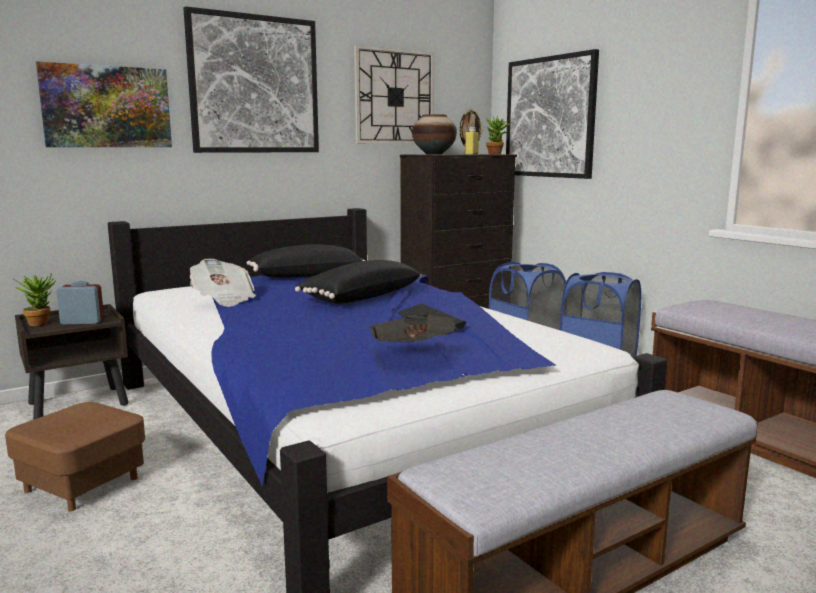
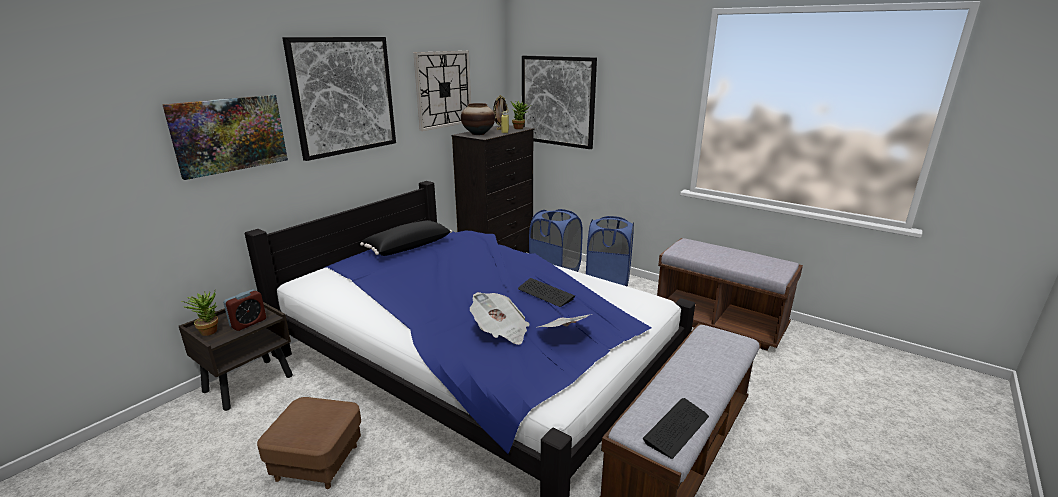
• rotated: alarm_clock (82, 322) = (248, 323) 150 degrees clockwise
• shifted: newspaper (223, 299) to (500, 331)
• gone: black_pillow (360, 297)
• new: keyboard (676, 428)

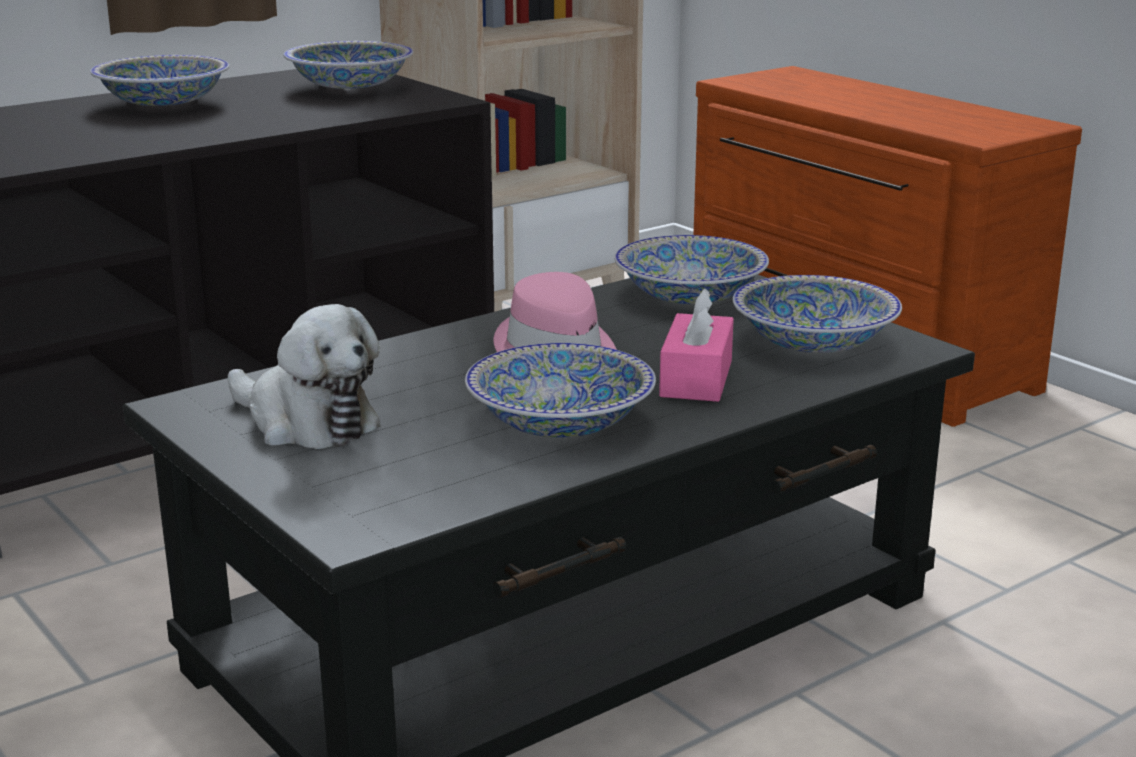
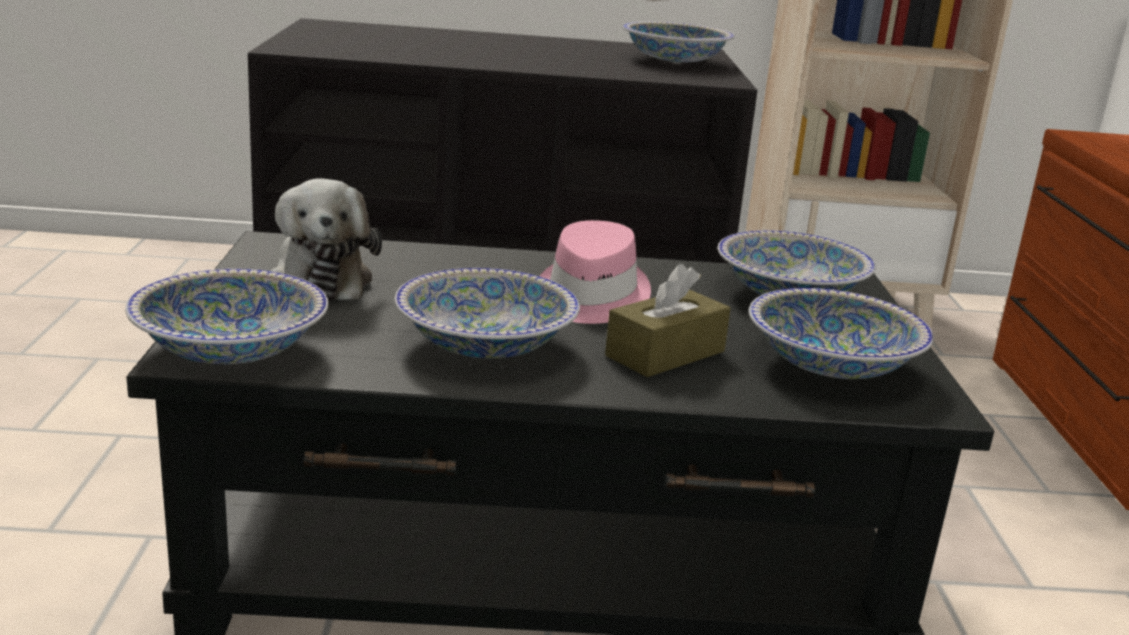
• shifted: bowl (163, 103) to (230, 350)
• repainted: pink_tissue_box (696, 378) to brown_tissue_box (665, 354)

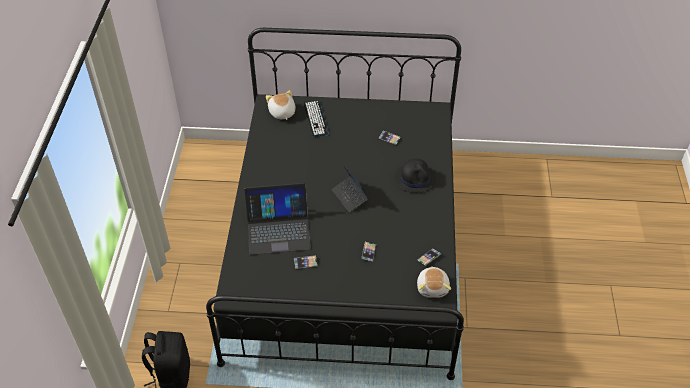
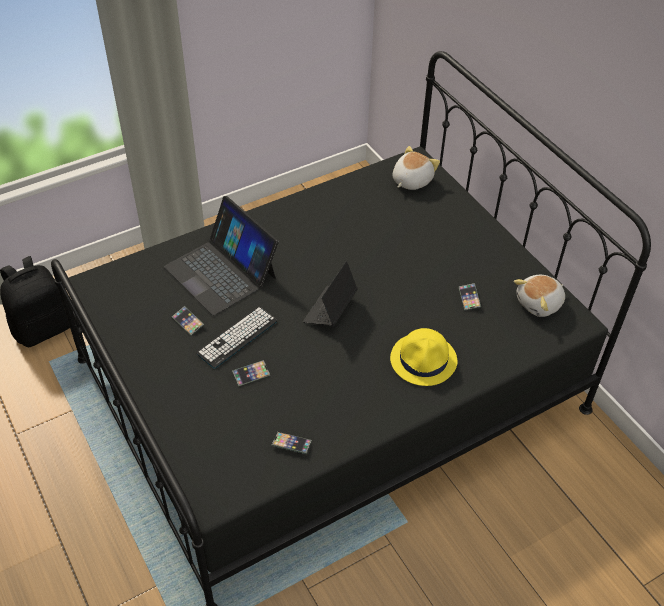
• shifted: keyboard (316, 119) to (237, 337)
• repainted: black_hat (415, 178) to yellow_hat (424, 360)
• shifted: plush_toy (433, 287) to (540, 303)

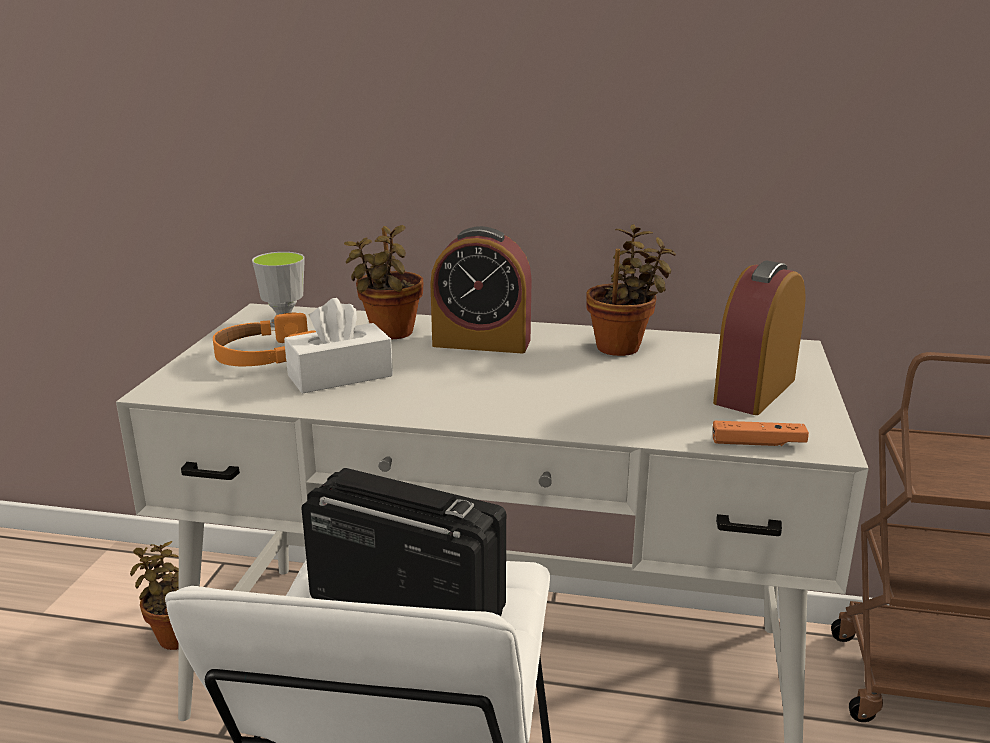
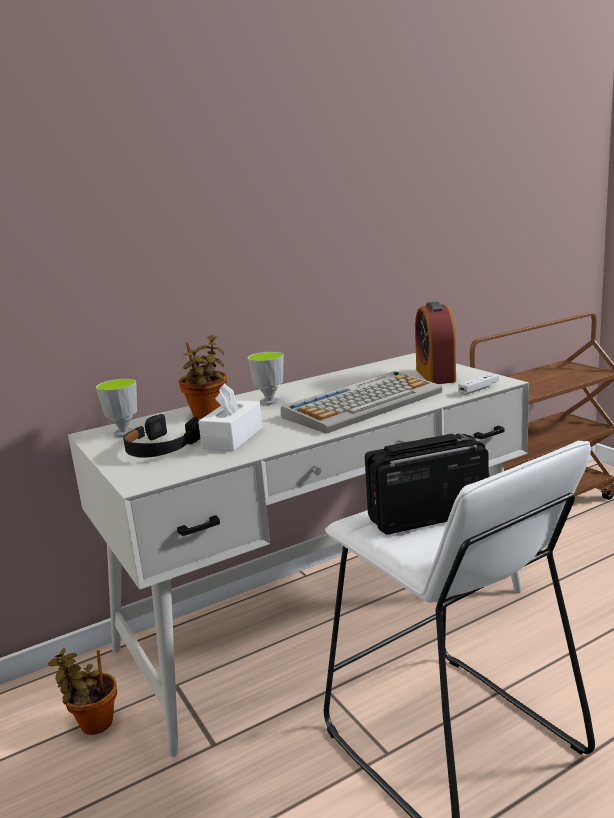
• repainted: orange_headphones (266, 356) to black_headphones (161, 448)
• swapped: alarm_clock (481, 342) to cup (270, 401)
• gone: potted_plant (622, 347)
• repainted: orange_game_controller (758, 443) to white_game_controller (478, 389)
• new: keyboard (364, 404)

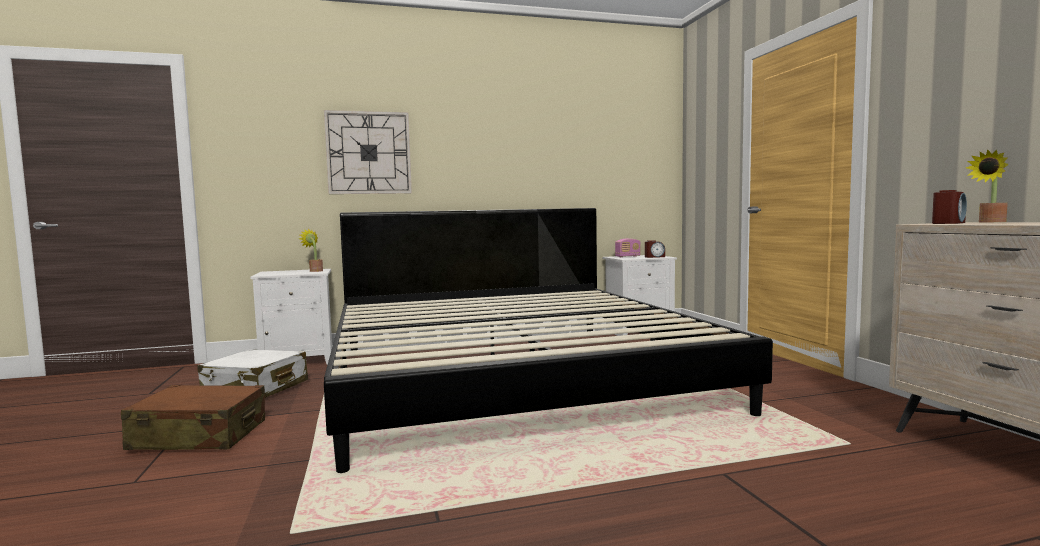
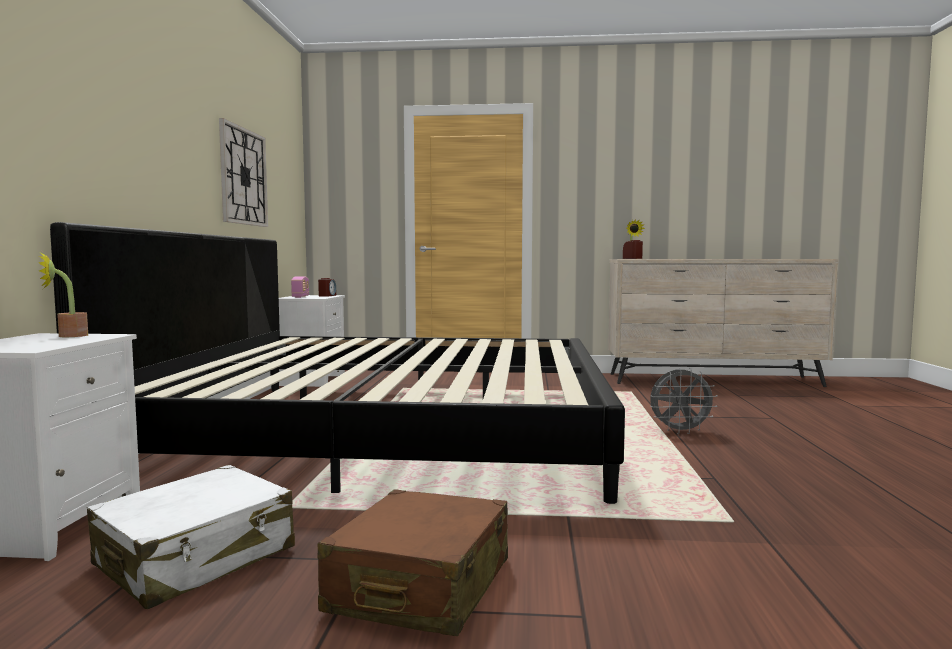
• shifted: wall_clock (368, 153) to (243, 176)
• new: grey_fan (680, 431)

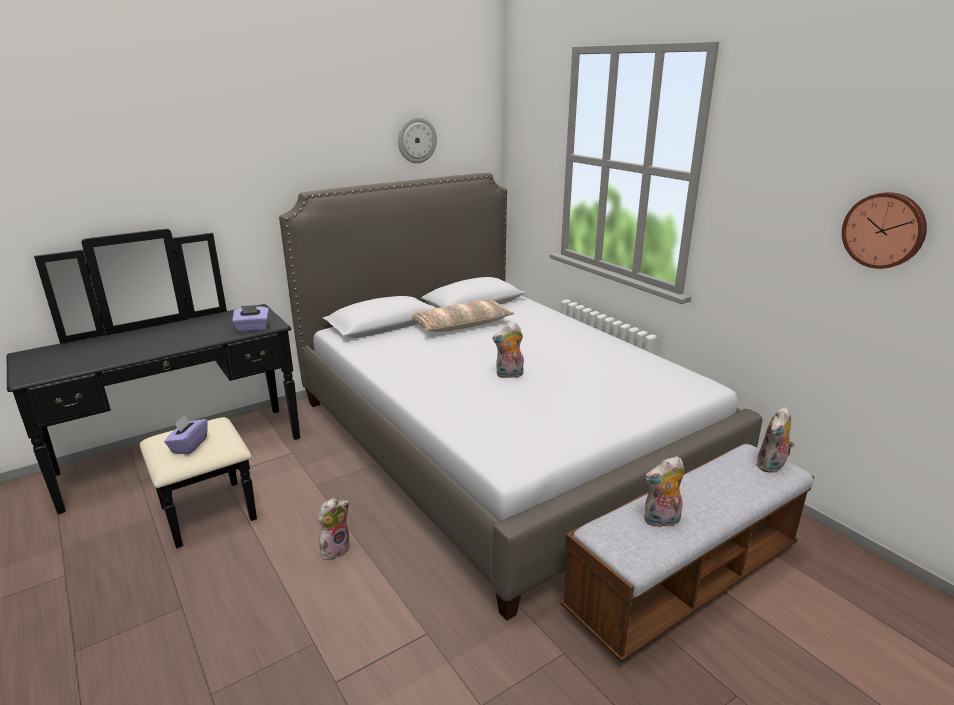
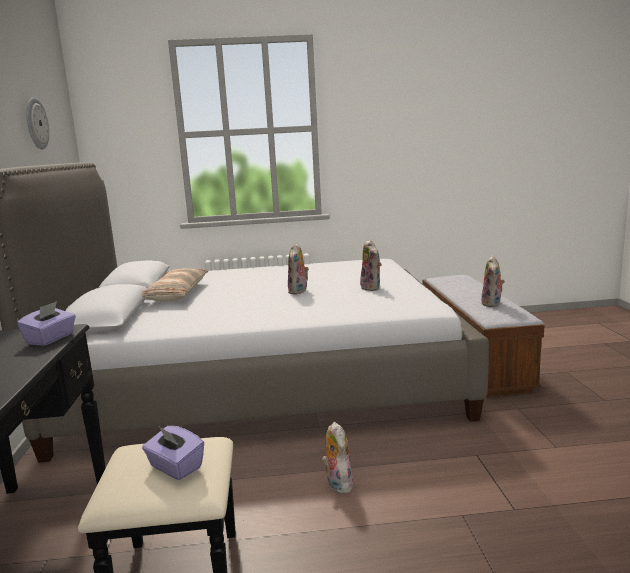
• shifted: plush_toy (772, 466) to (372, 288)
• gone: wall_clock (884, 230)

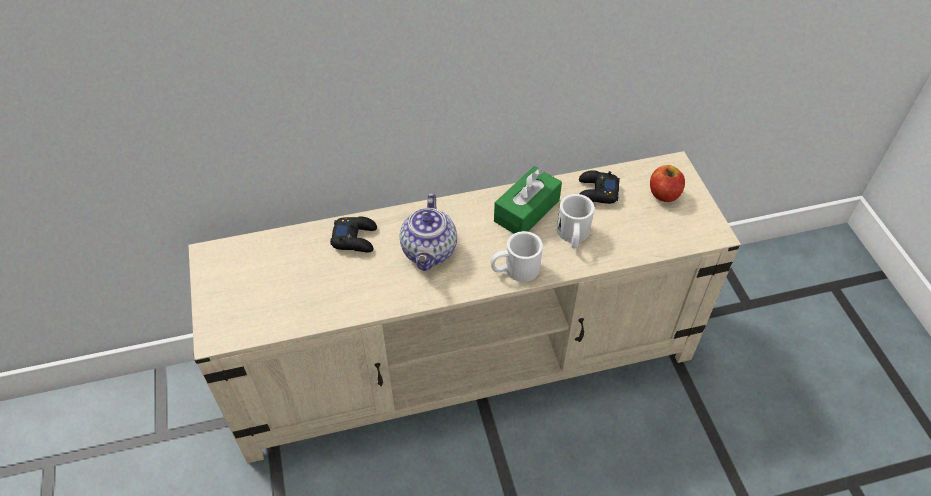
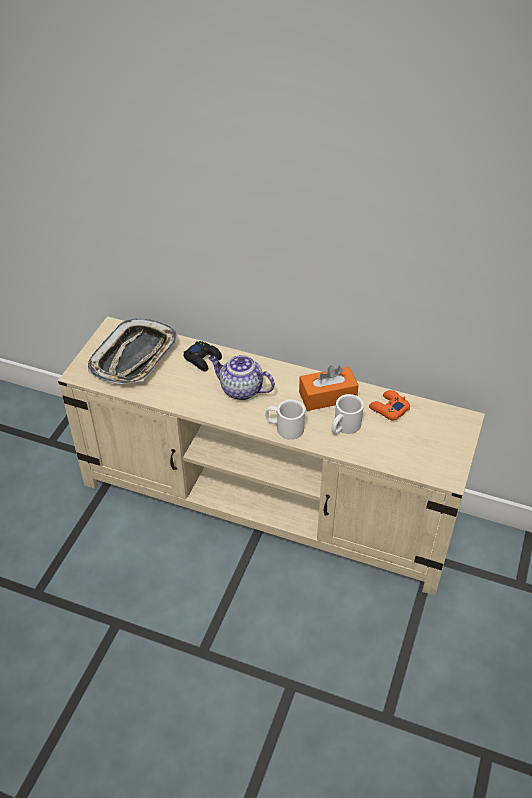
• rotated: teapot (429, 252) = (240, 390) 75 degrees clockwise
• repainted: green_tissue_box (526, 211) to orange_tissue_box (327, 396)
• repainted: black_game_controller (596, 192) to orange_game_controller (388, 408)
• gone: apple (664, 194)
• new: tray (134, 357)

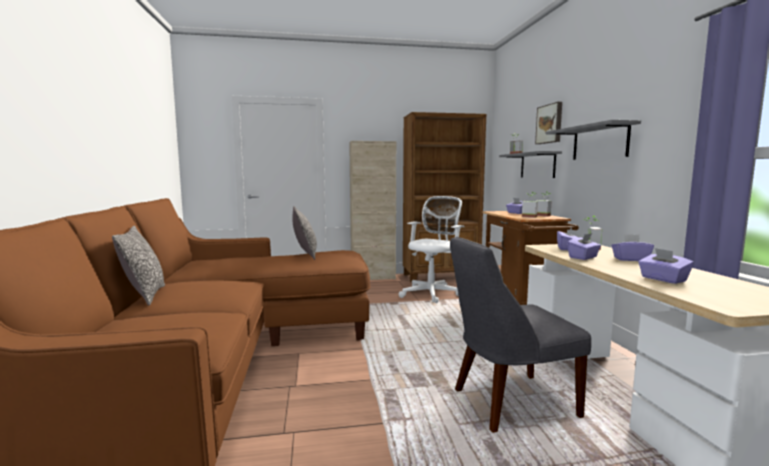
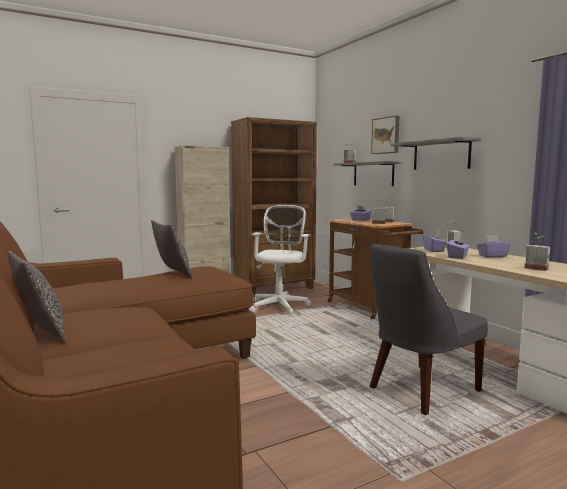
• swapped: purple_tissue_box (663, 279) to potted_plant (535, 269)

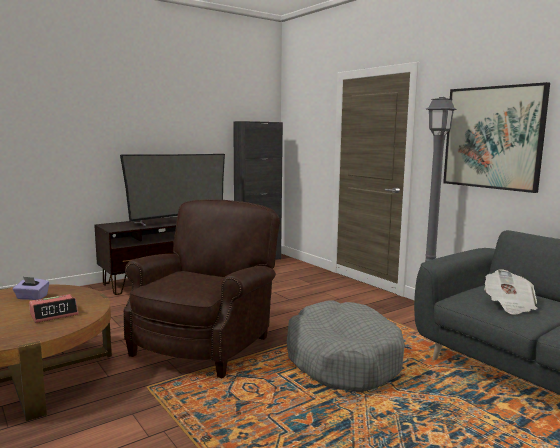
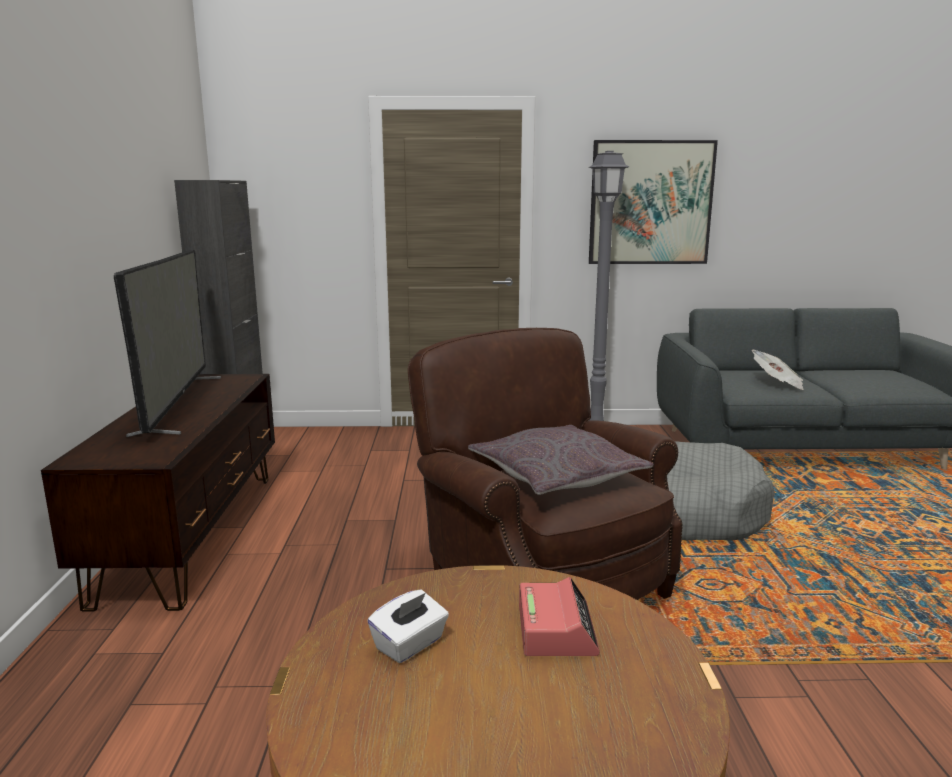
• repainted: purple_tissue_box (32, 297) to white_tissue_box (410, 644)
• new: grey_pillow (556, 475)

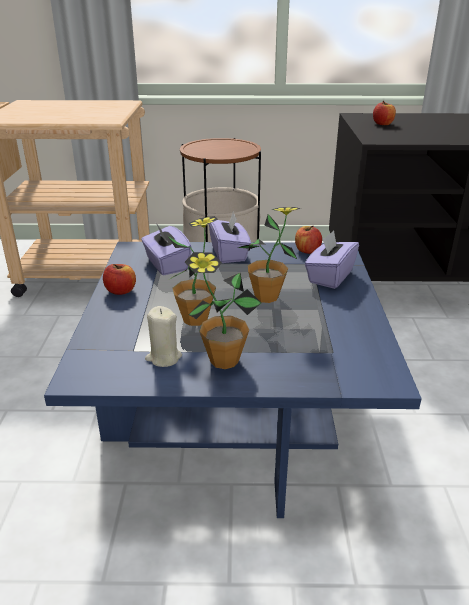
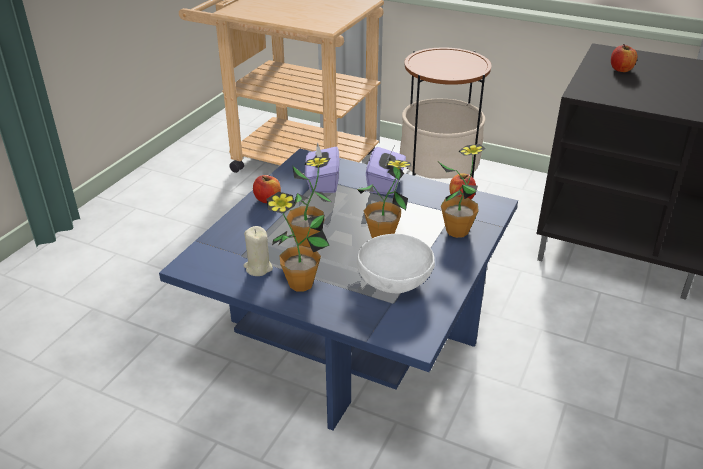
• swapped: purple_tissue_box (329, 276) to potted_plant (457, 231)
• new: white_bowl (395, 280)

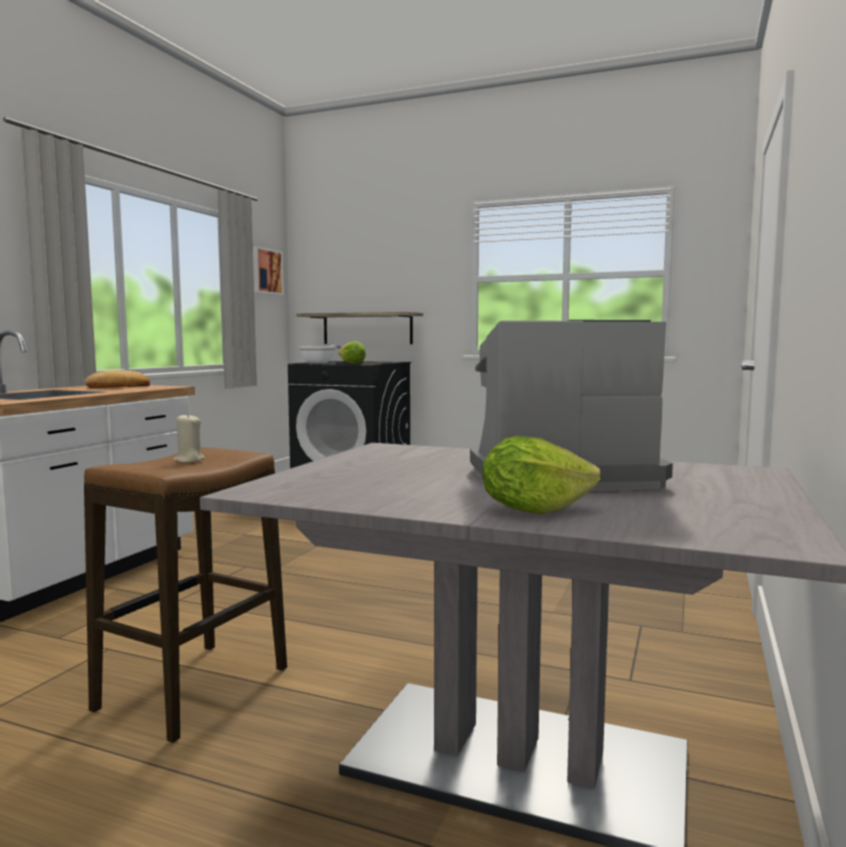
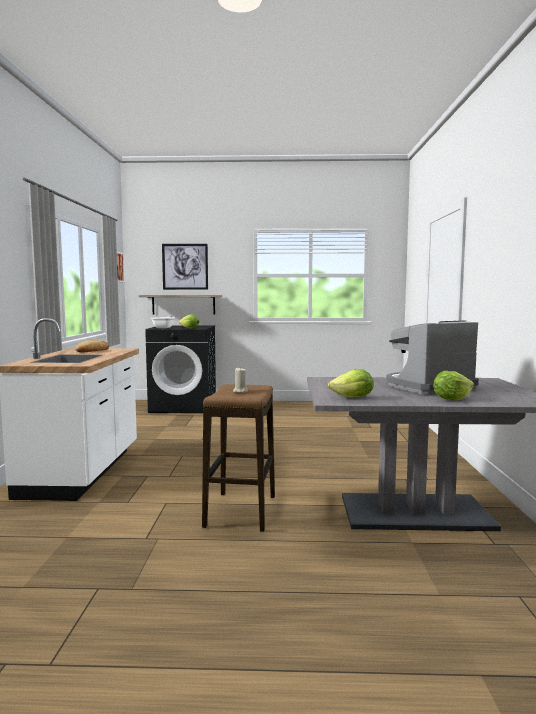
• new: picture (185, 266)
• new: lettuce (353, 398)

